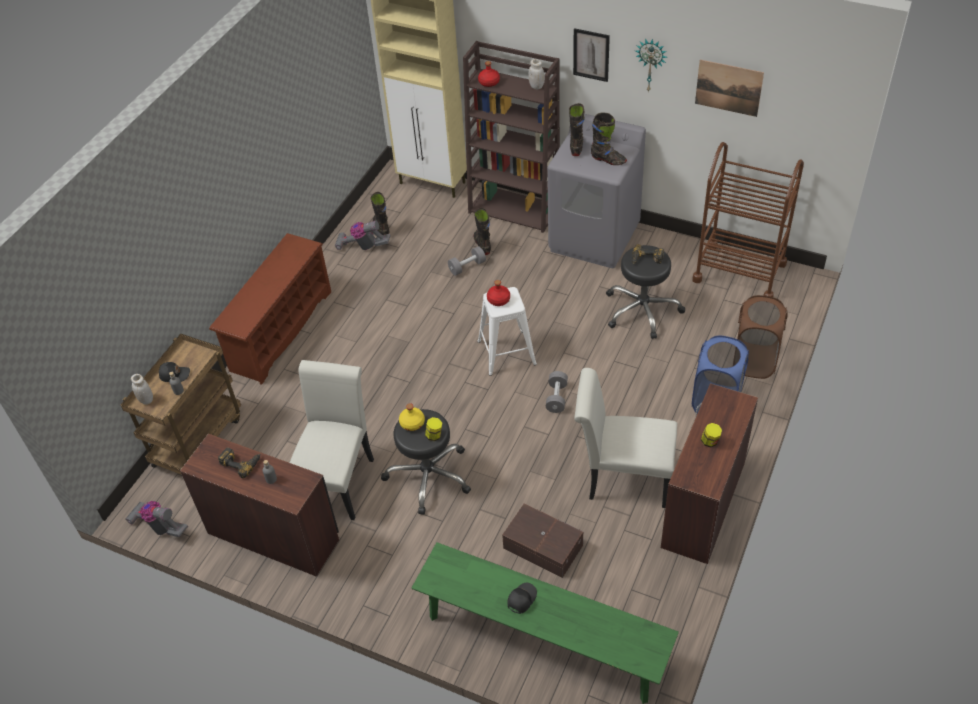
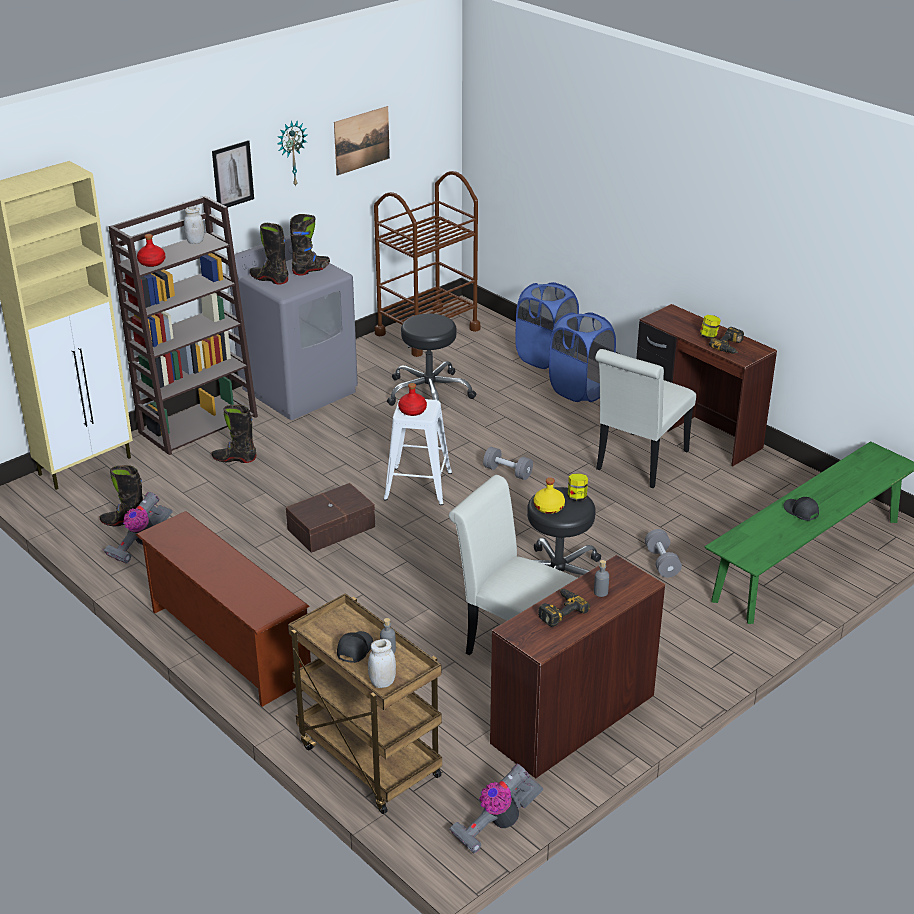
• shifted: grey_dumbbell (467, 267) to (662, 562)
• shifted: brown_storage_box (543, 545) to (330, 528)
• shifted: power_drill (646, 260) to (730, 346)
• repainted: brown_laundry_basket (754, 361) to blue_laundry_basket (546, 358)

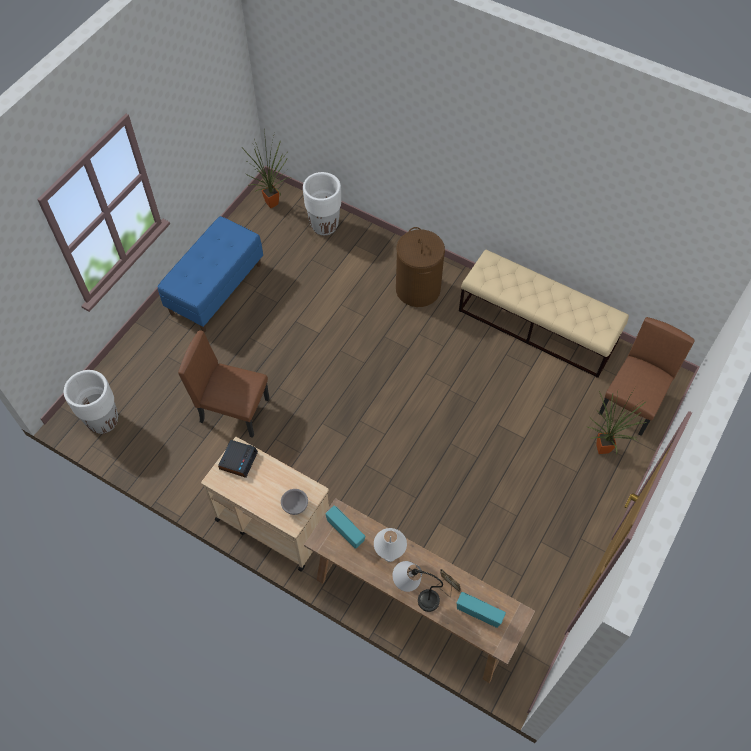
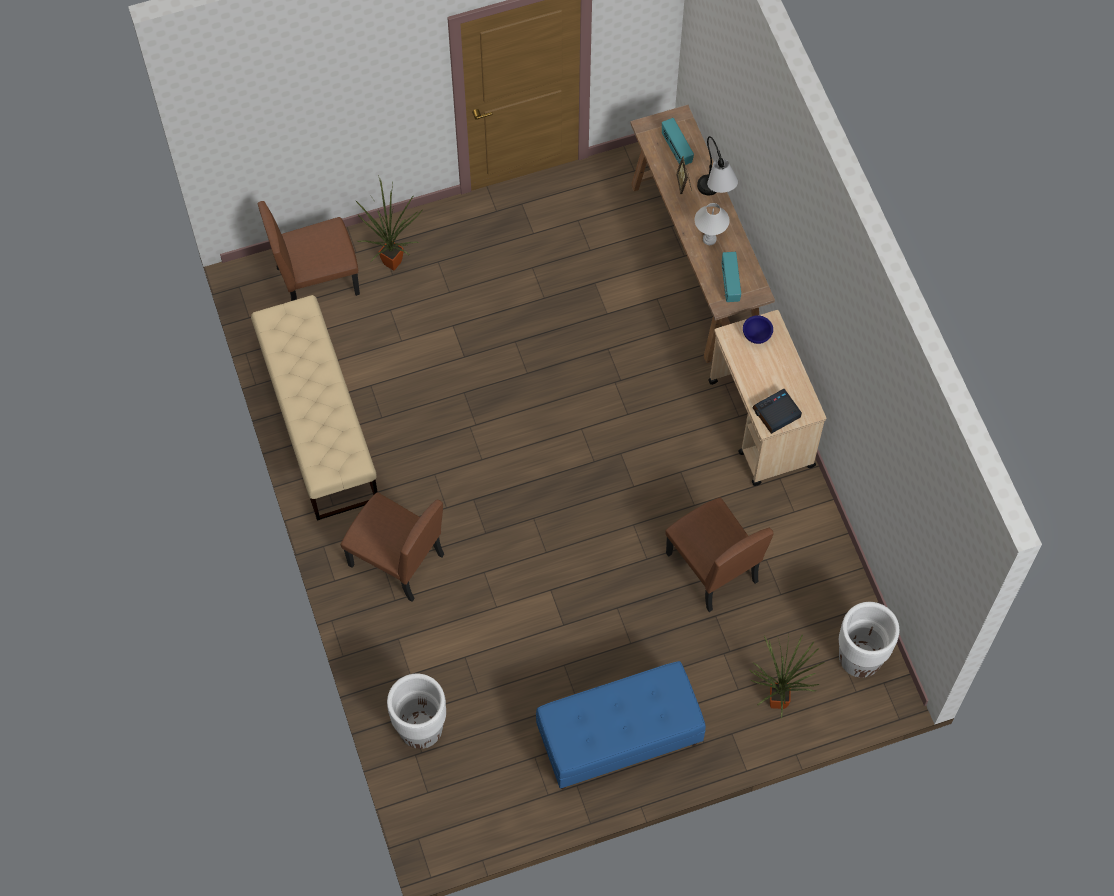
• shifted: potted_plant (273, 205) to (778, 698)
• repainted: grey_bowl (294, 506) to blue_bowl (757, 336)
• swapped: brown_laundry_basket (417, 289) to brown_chair (396, 560)

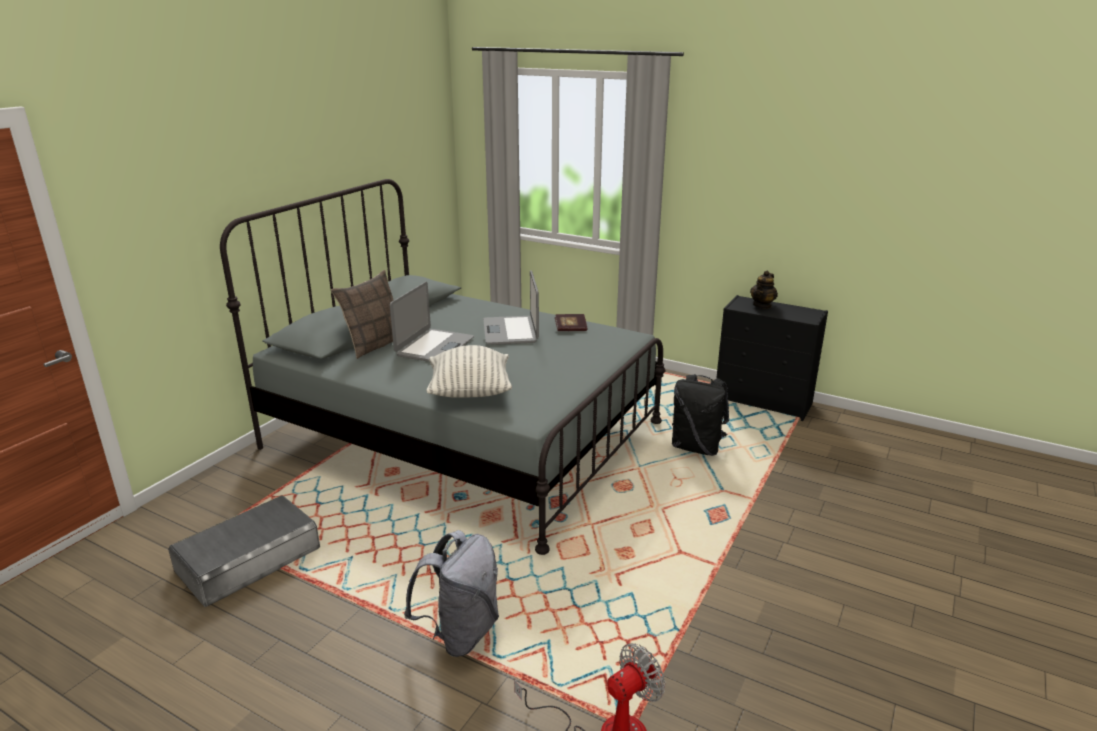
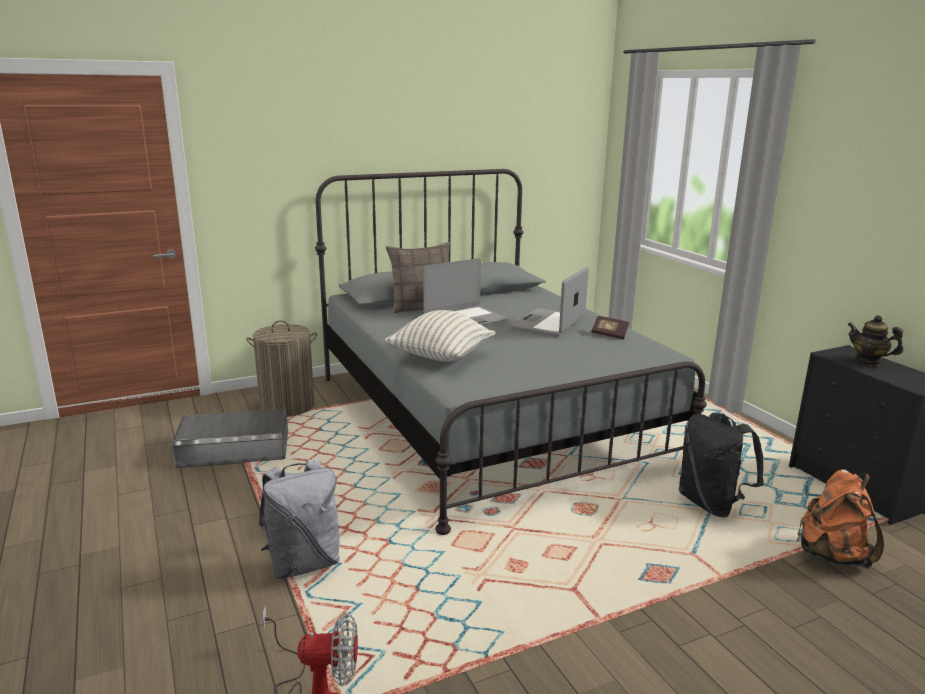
• rotated: teapot (762, 305) = (869, 361) 60 degrees clockwise
• new: laundry_basket (287, 406)
• new: orange_backpack (832, 555)

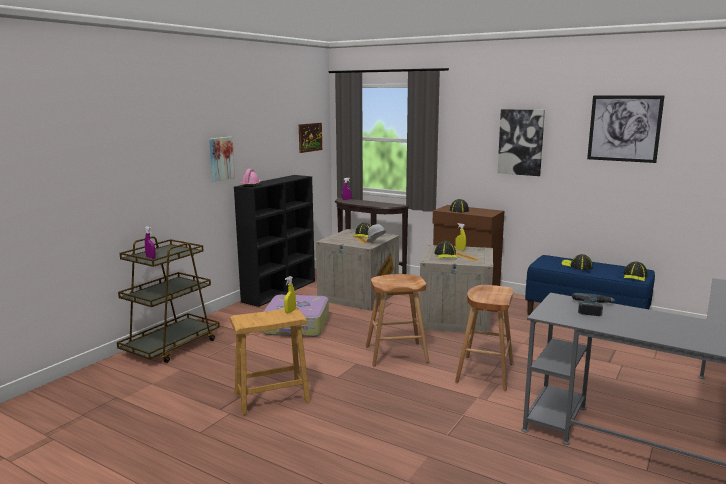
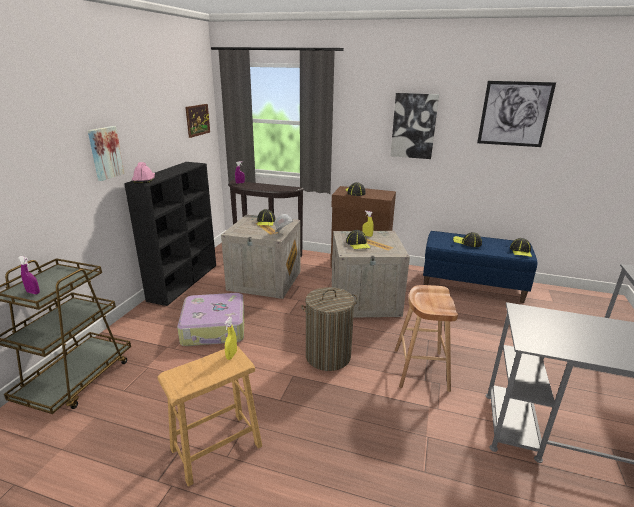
• swapped: brown_stool (396, 354) to laundry_basket (328, 356)
• gone: power_drill (593, 308)

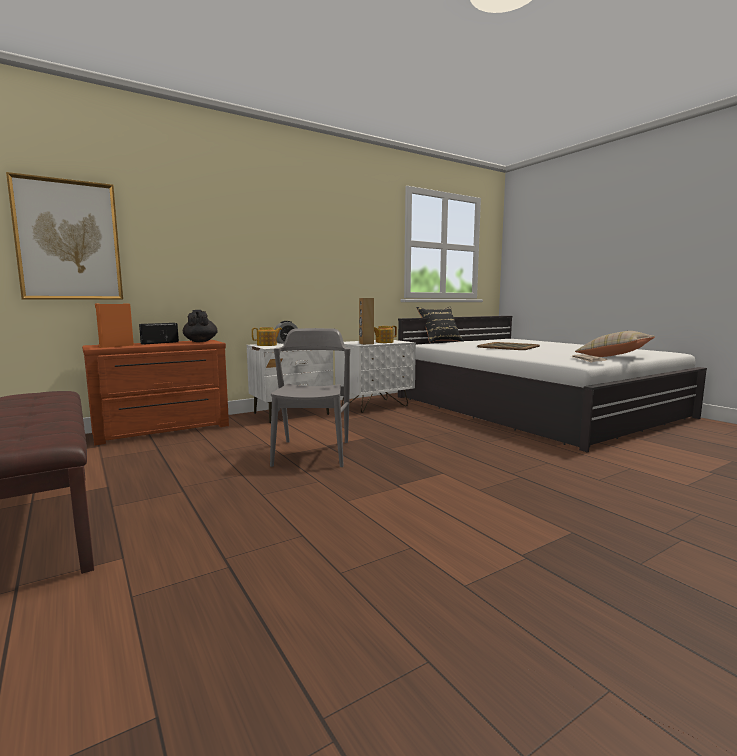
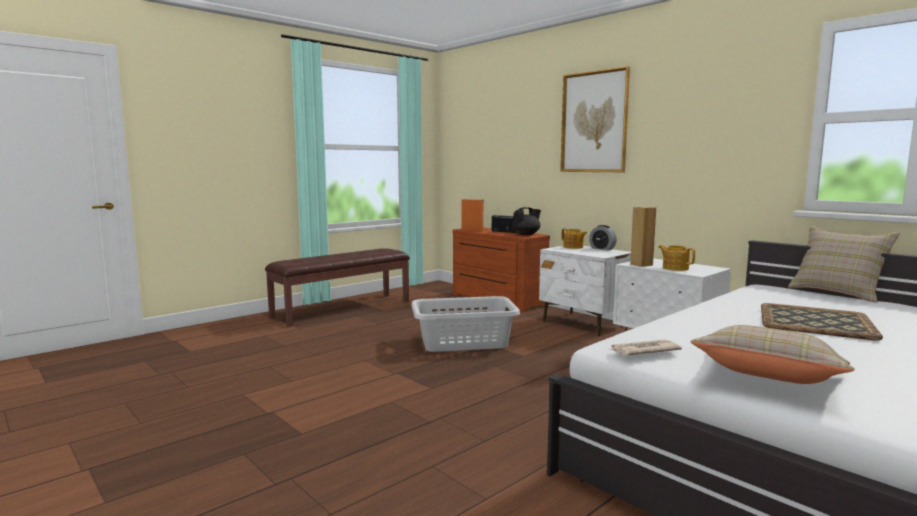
• shifted: picture (68, 240) to (594, 122)
• swapped: grey_chair (312, 453) to grey_laundry_basket (464, 342)
• repainted: black_pillow (440, 341) to beige_pillow (837, 292)

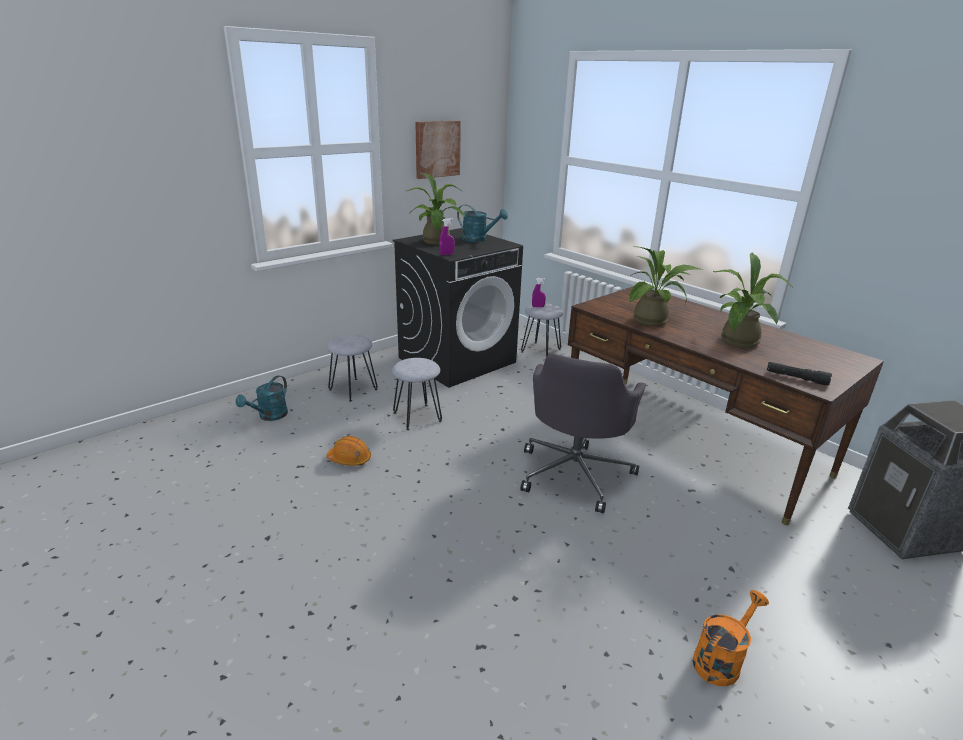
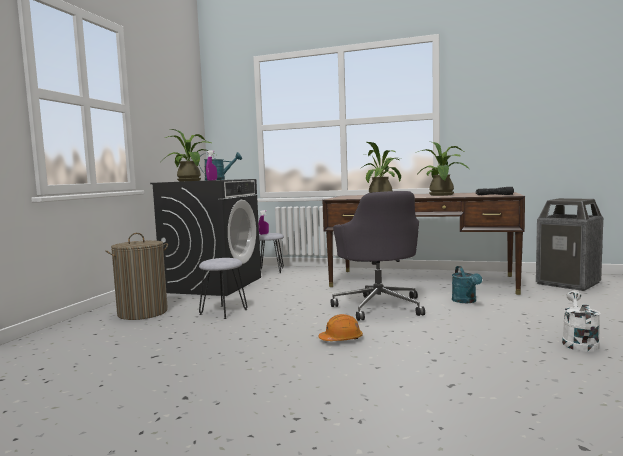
• shifted: turquoise_watering_can (269, 416) to (466, 301)
• shifted: orange_hard_hat (349, 459) to (341, 339)
• swapped: grey_stool (353, 389) to laundry_basket (143, 312)
• gone: picture (437, 149)
• repainted: orange_watering_can (721, 659) to white_watering_can (578, 342)

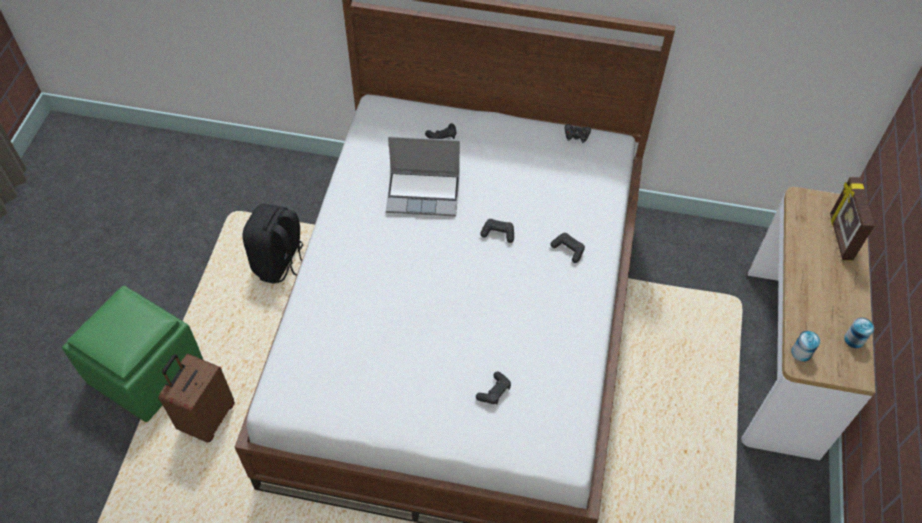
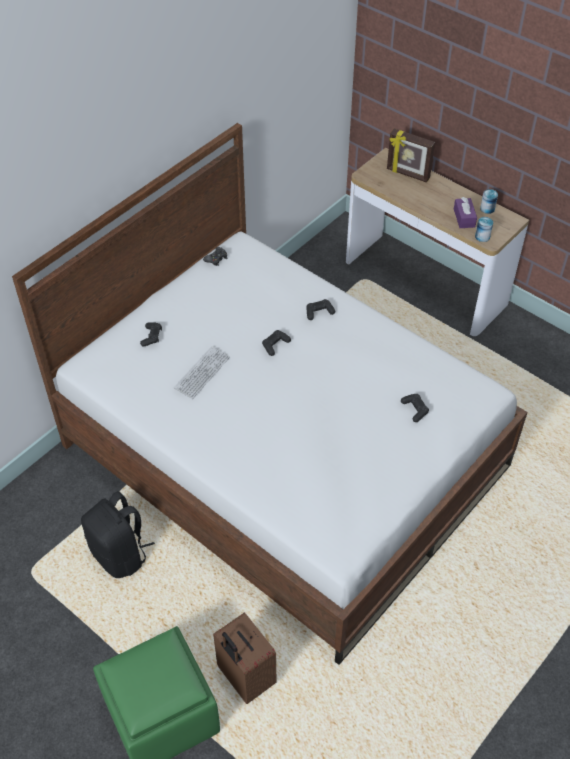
• swapped: laptop (424, 193) to keyboard (202, 373)
• new: purple_tissue_box (464, 218)

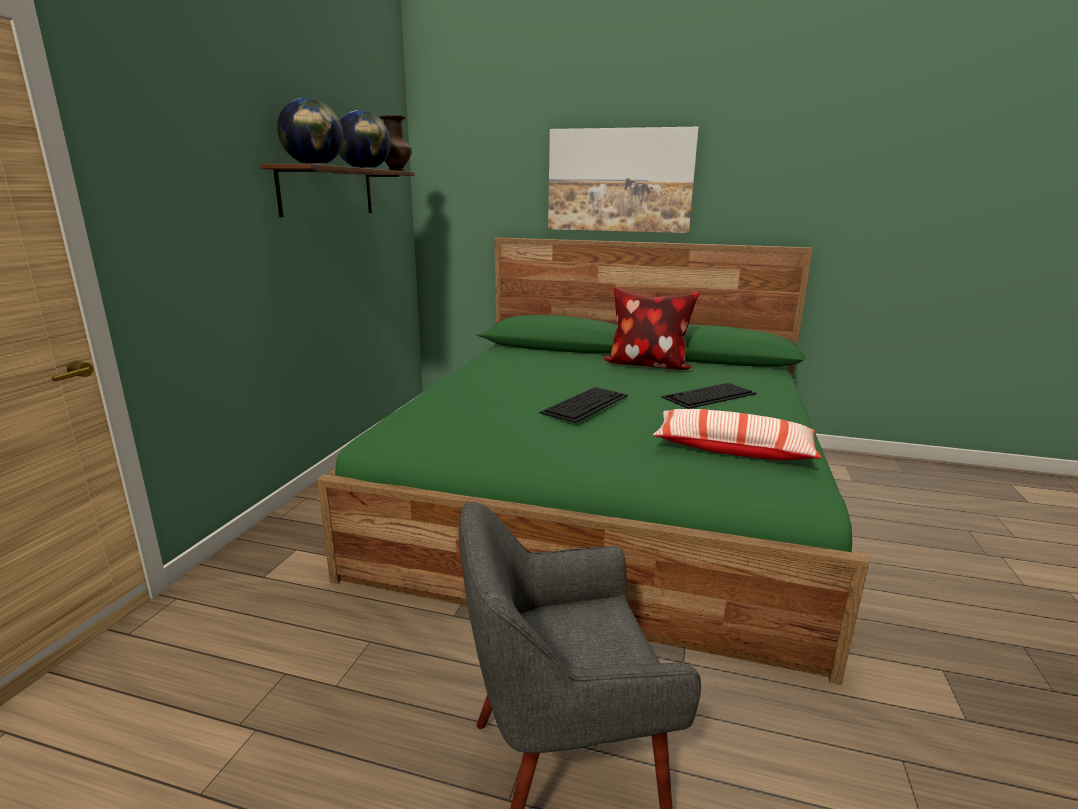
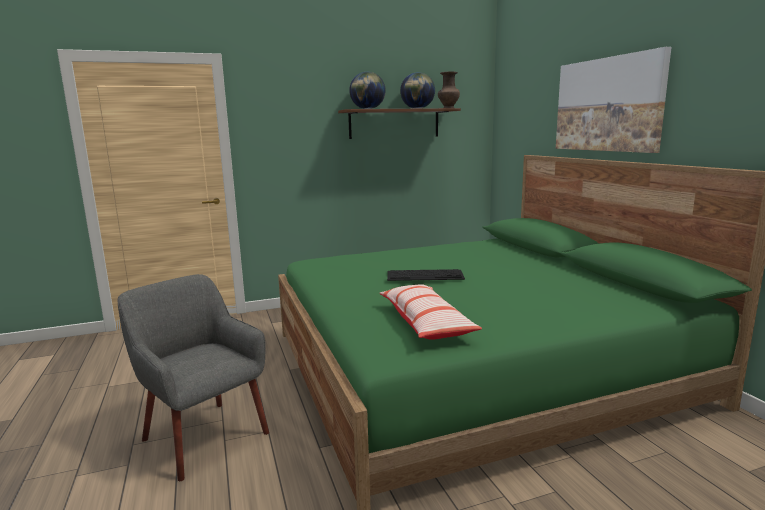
• gone: pillow (647, 365)
• gone: keyboard (709, 395)

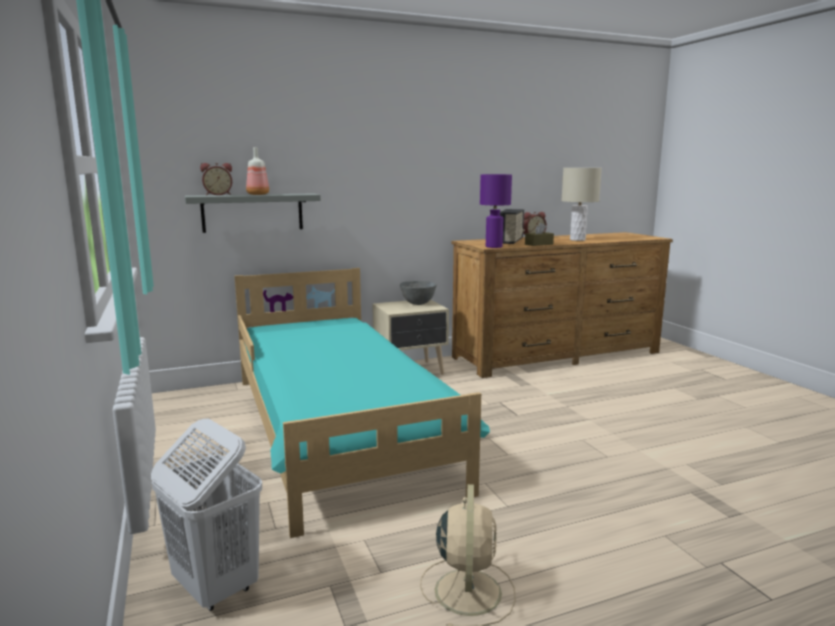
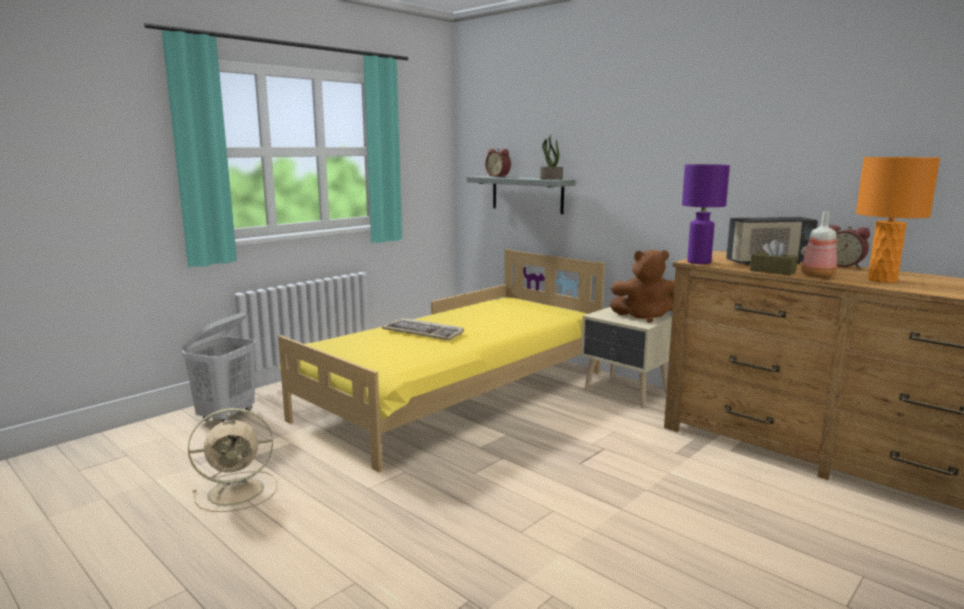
• repainted: turquoise_bed (338, 429) to yellow_bed (457, 395)
• shifted: bottle (257, 194) to (816, 276)
• swapped: grey_bowl (418, 303) to brown_plush_toy (645, 317)
• repainted: beige_table_lamp (577, 239) to orange_table_lamp (882, 280)
• new: keyboard (424, 332)
• new: potted_plant (550, 179)

